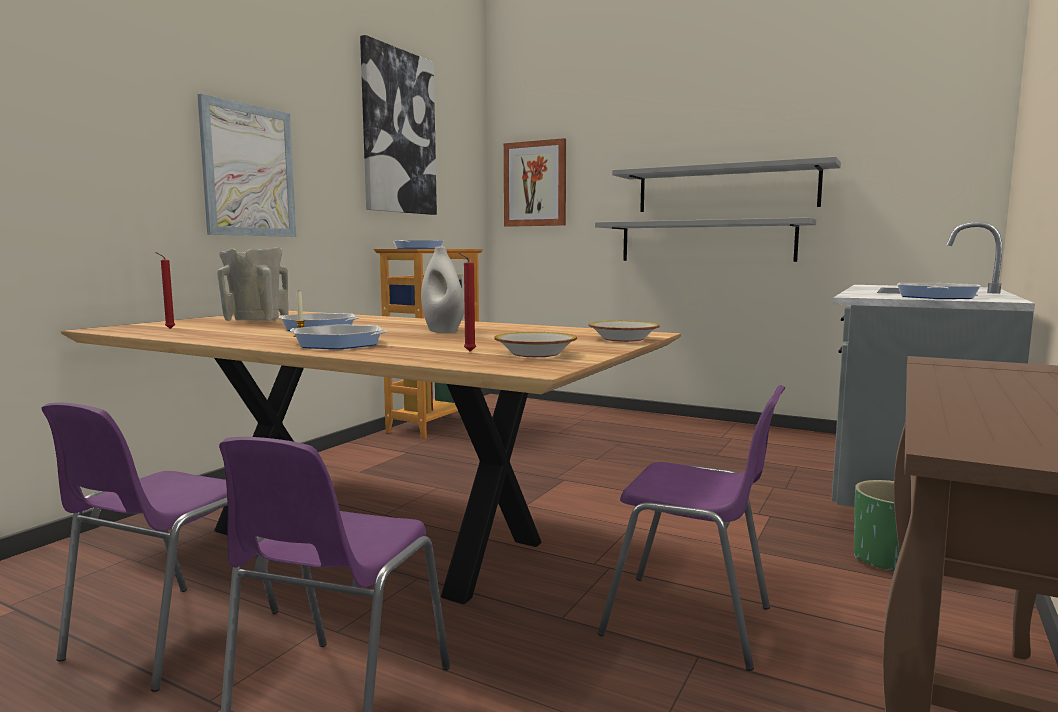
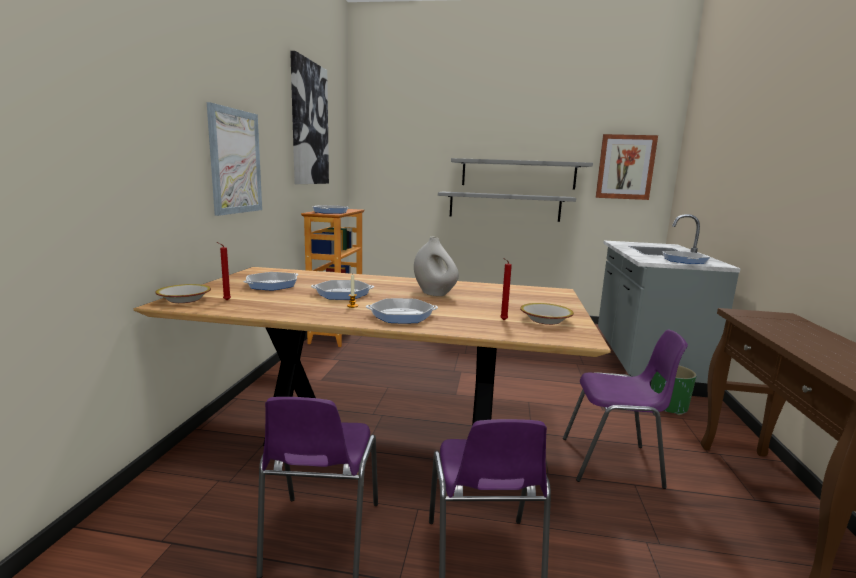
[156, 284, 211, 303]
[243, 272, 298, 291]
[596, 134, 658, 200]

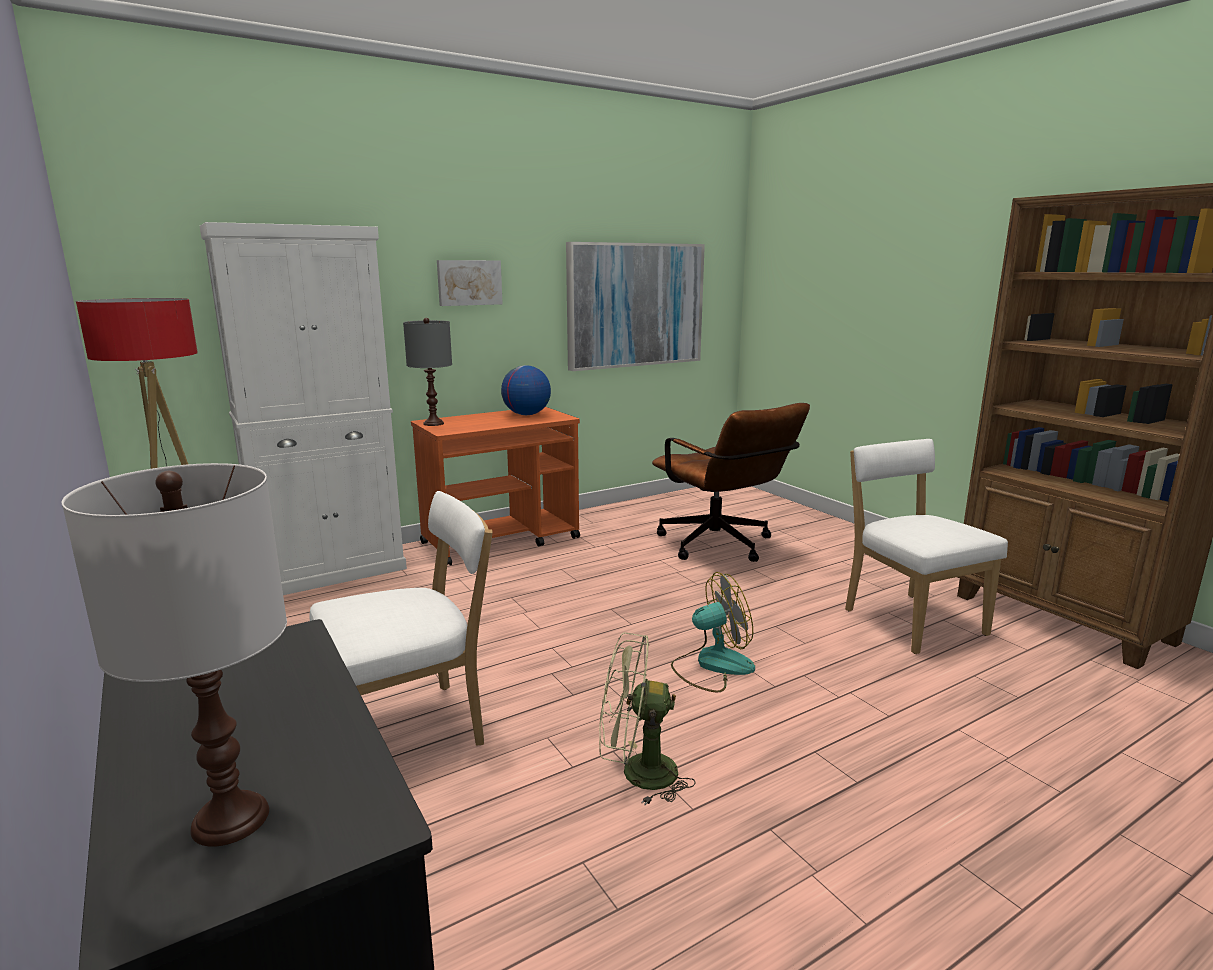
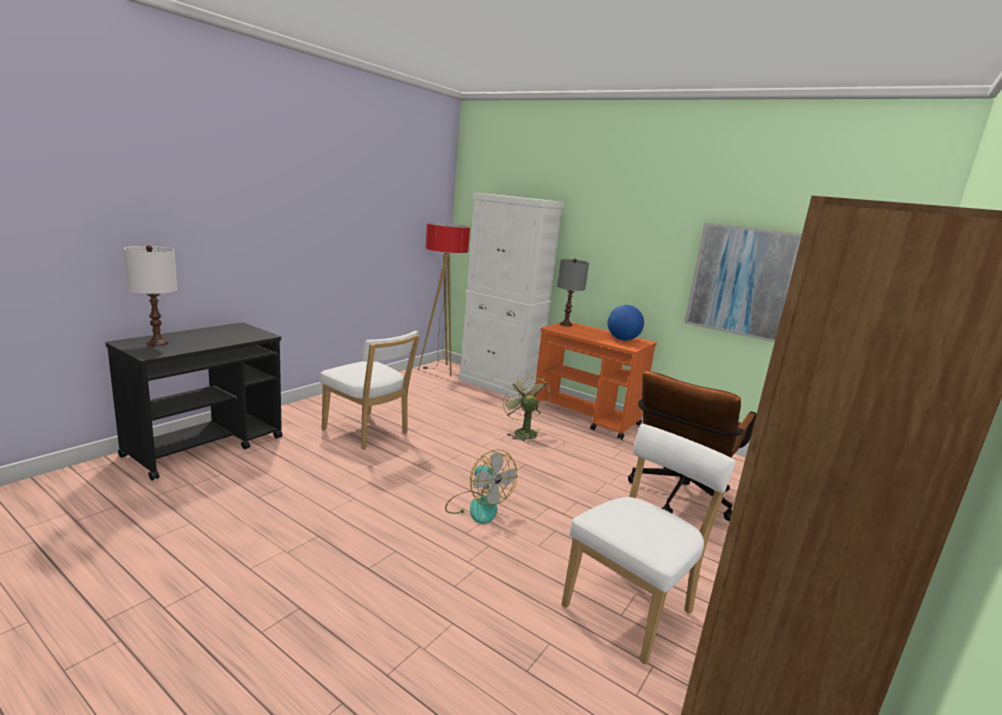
[501, 373, 551, 443]
[437, 260, 503, 306] (first image)

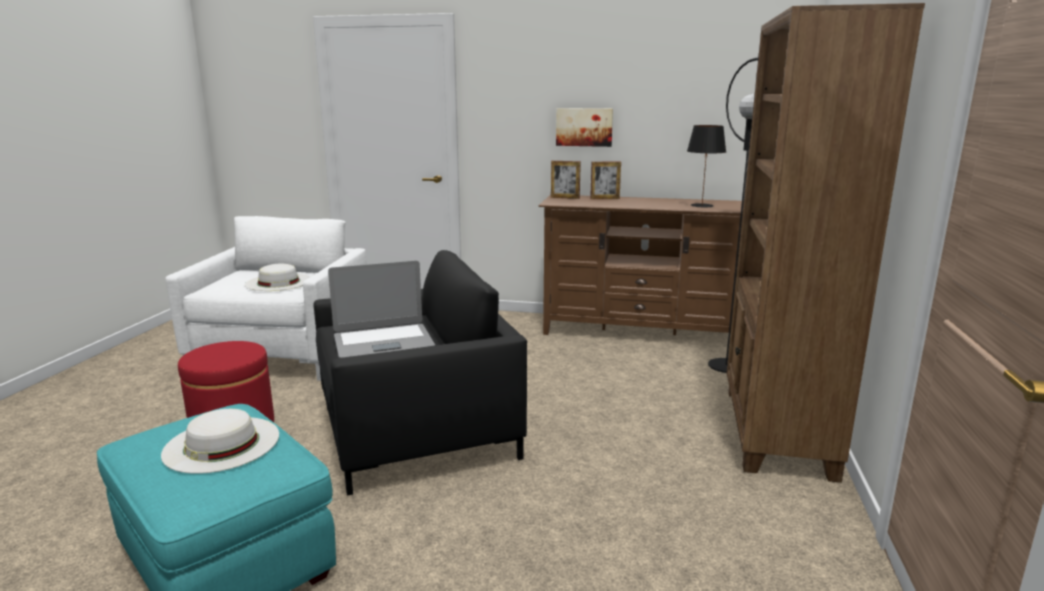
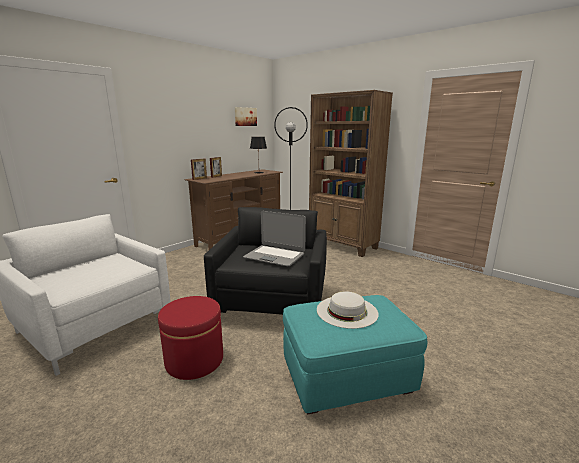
[235, 107, 257, 126]
[243, 211, 306, 266]
[245, 264, 310, 291] (first image)

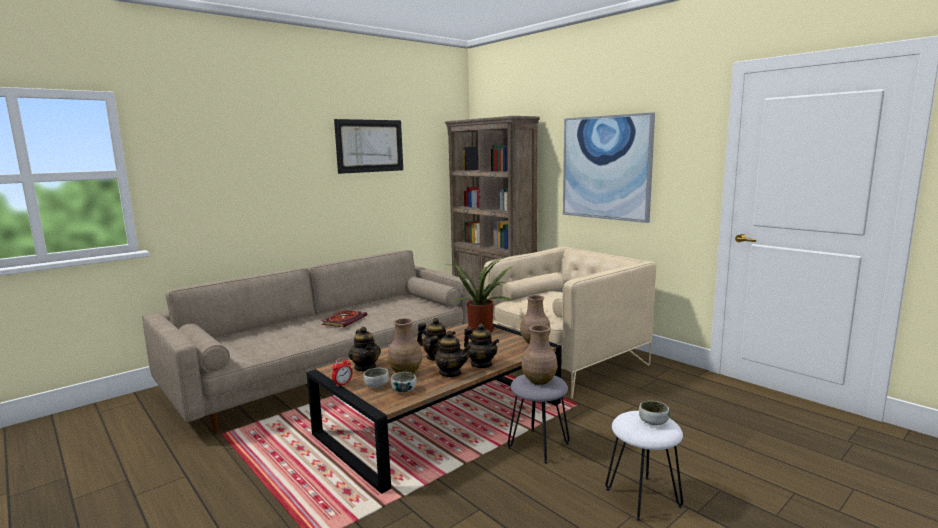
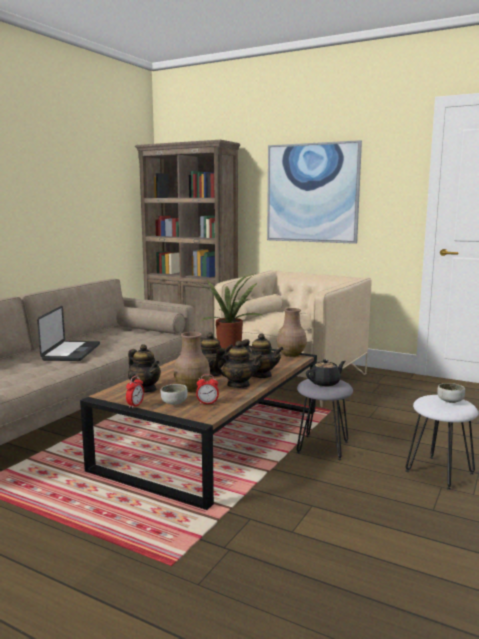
[37, 306, 100, 361]
[196, 374, 219, 404]
[306, 359, 346, 387]
[334, 119, 403, 174] (first image)

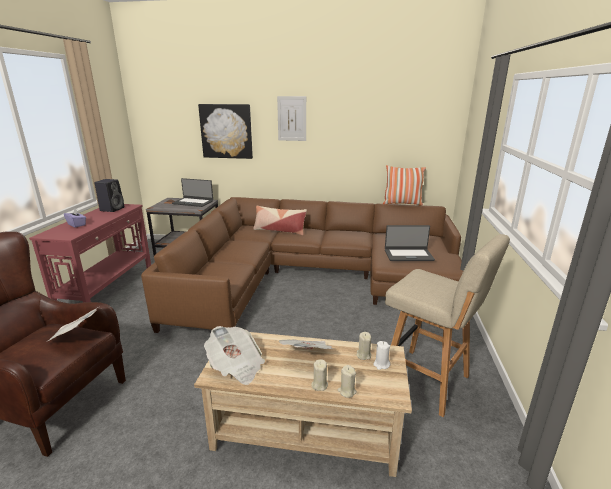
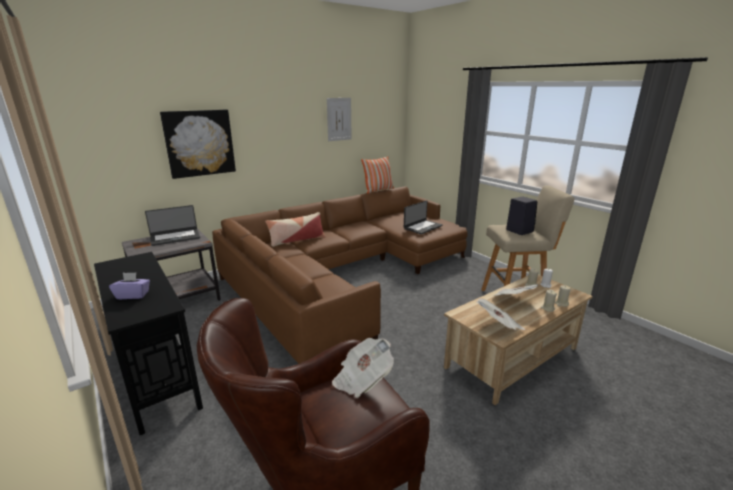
[94, 252, 203, 435]
[327, 98, 352, 141]
[506, 197, 537, 235]

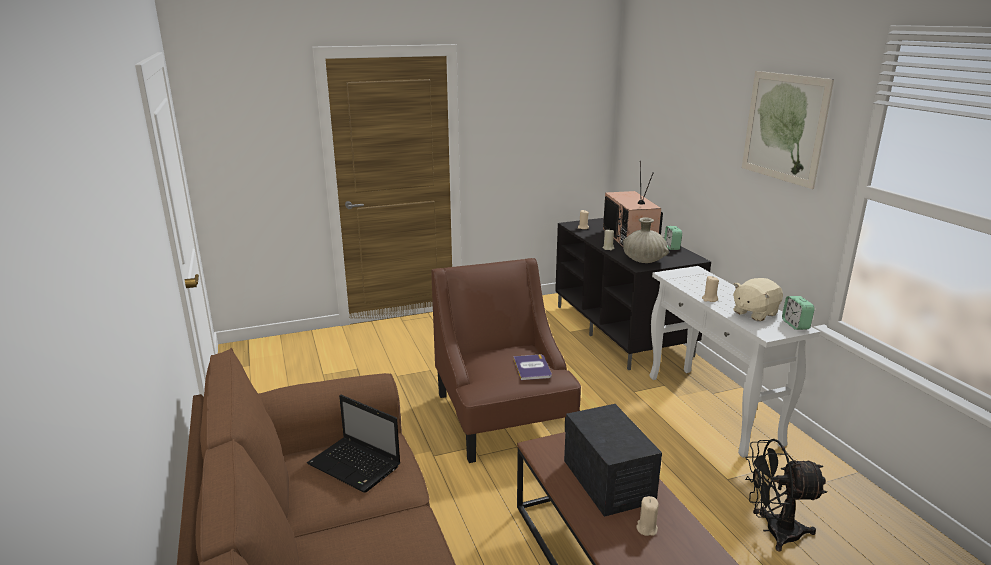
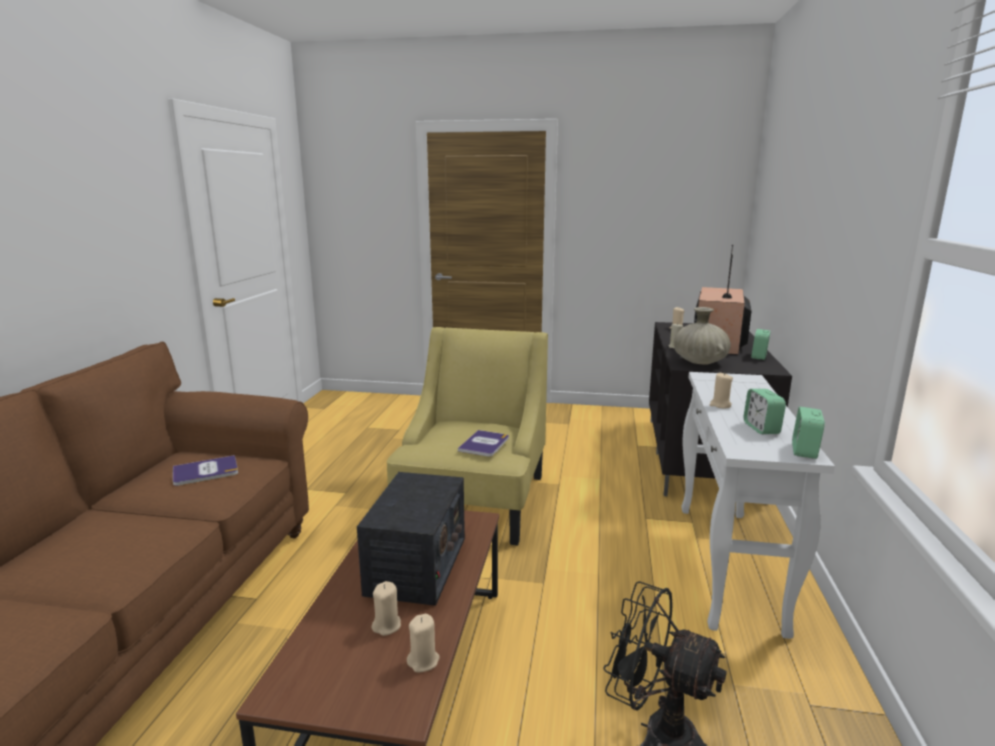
[173, 455, 238, 486]
[387, 327, 548, 545]
[407, 614, 440, 672]
[744, 389, 786, 434]
[742, 71, 834, 189] (first image)

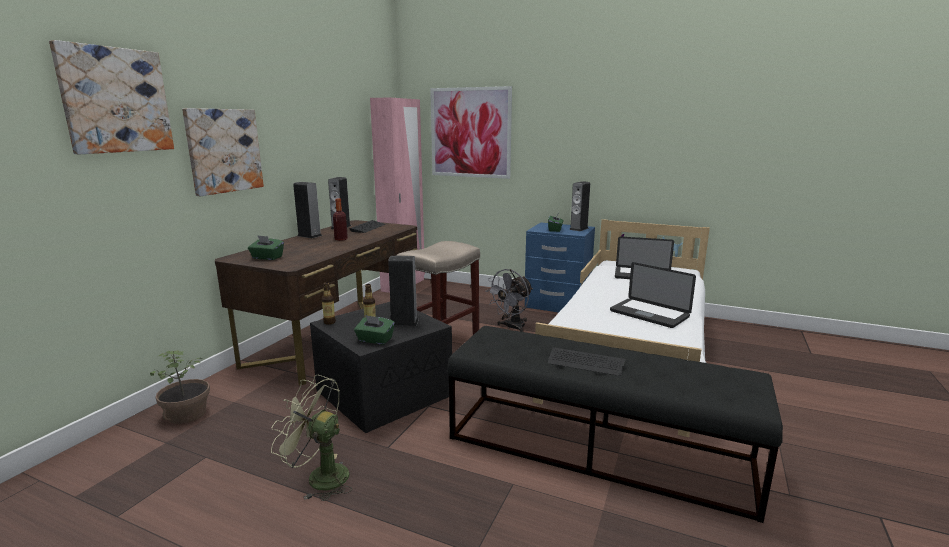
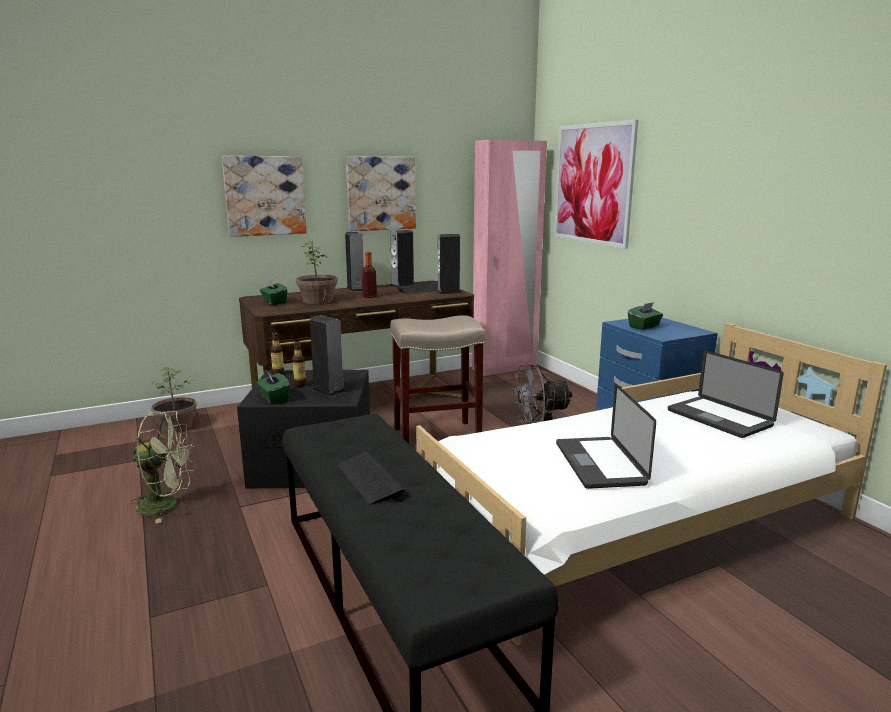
[130, 411, 195, 524]
[296, 241, 338, 304]
[346, 157, 416, 231]
[436, 234, 461, 294]

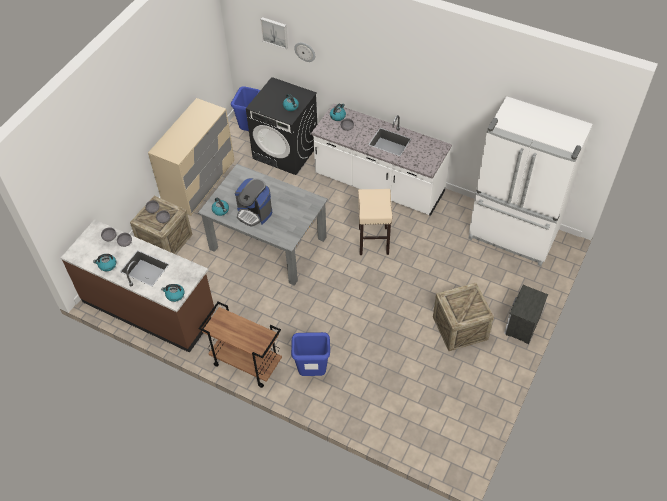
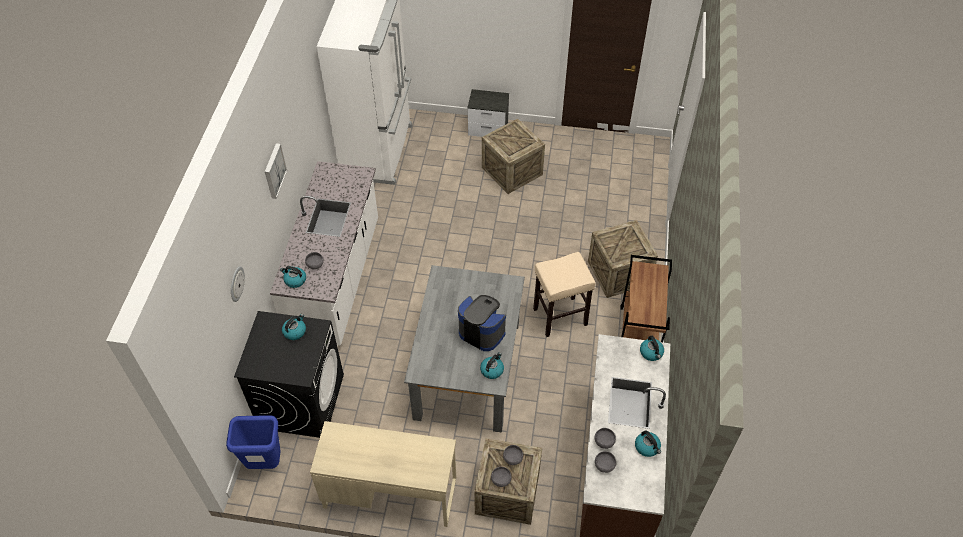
[265, 143, 287, 199]
[310, 421, 456, 527]
[458, 295, 506, 351]
[533, 252, 596, 337]
[588, 220, 658, 298]

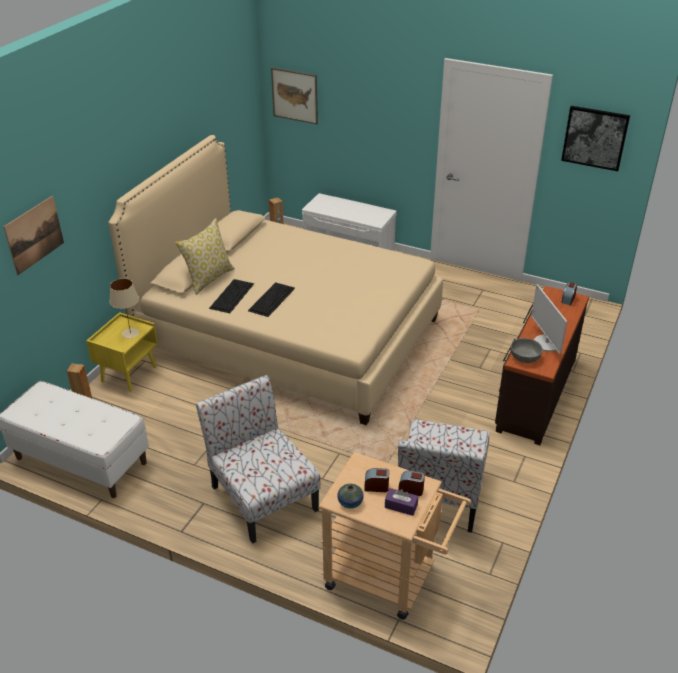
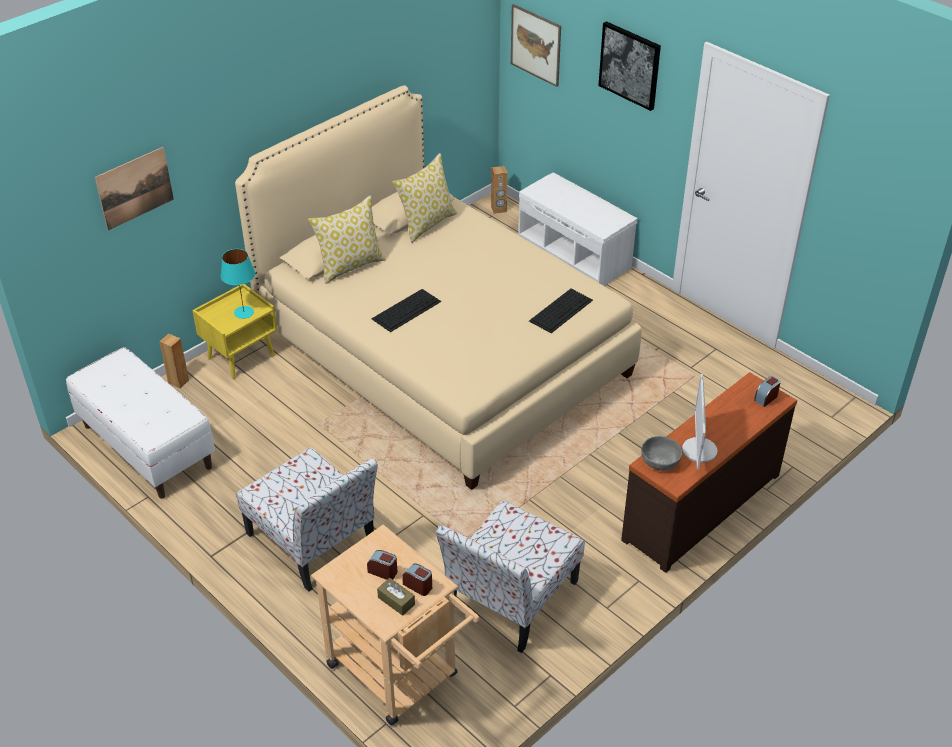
[221, 249, 255, 319]
[236, 448, 378, 592]
[377, 578, 415, 616]
[393, 153, 457, 243]
[529, 289, 593, 333]
[598, 21, 661, 111]
[337, 484, 364, 509] (first image)

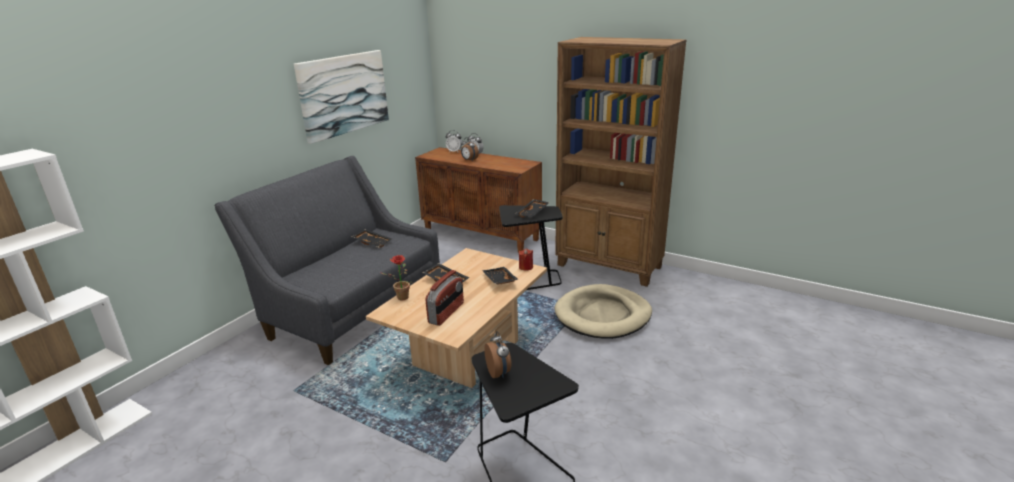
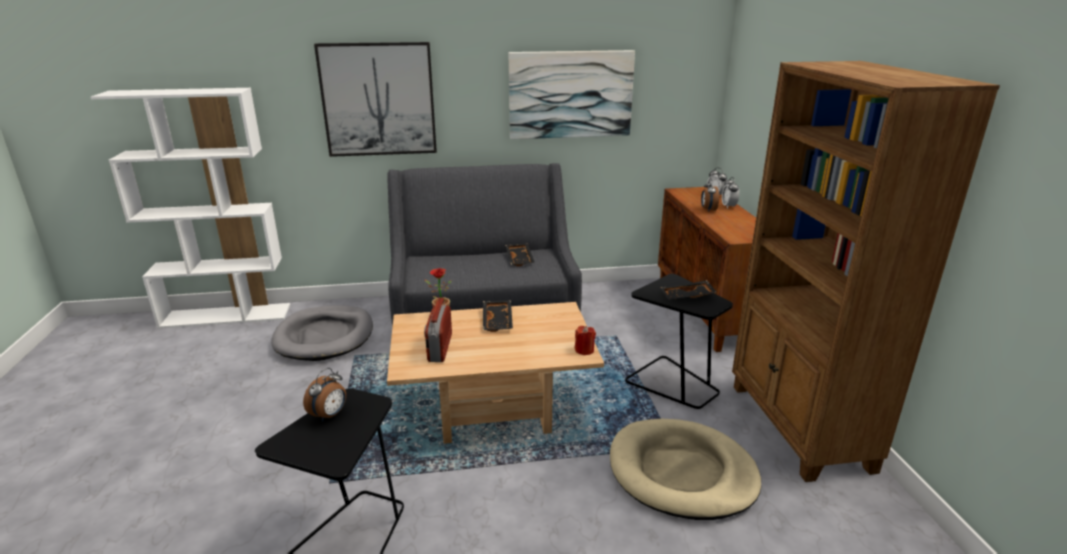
[271, 305, 373, 361]
[314, 42, 437, 157]
[424, 298, 452, 362]
[482, 267, 519, 285] (first image)

